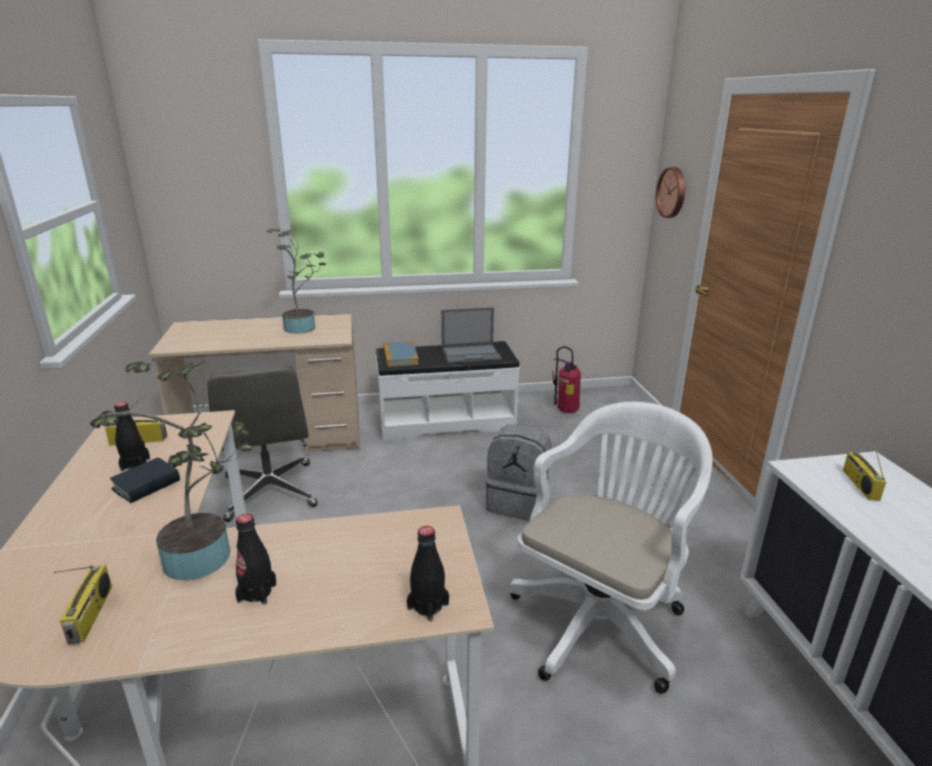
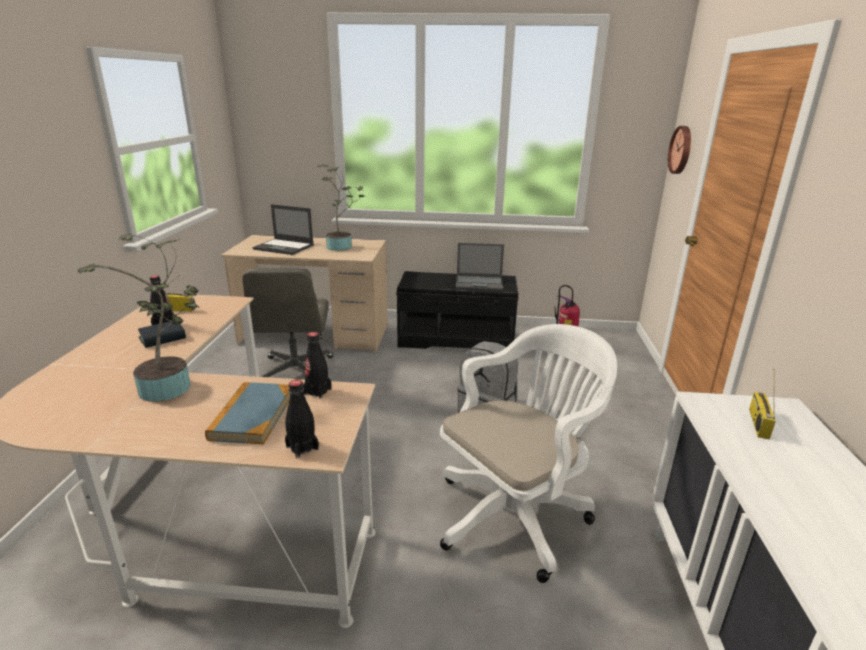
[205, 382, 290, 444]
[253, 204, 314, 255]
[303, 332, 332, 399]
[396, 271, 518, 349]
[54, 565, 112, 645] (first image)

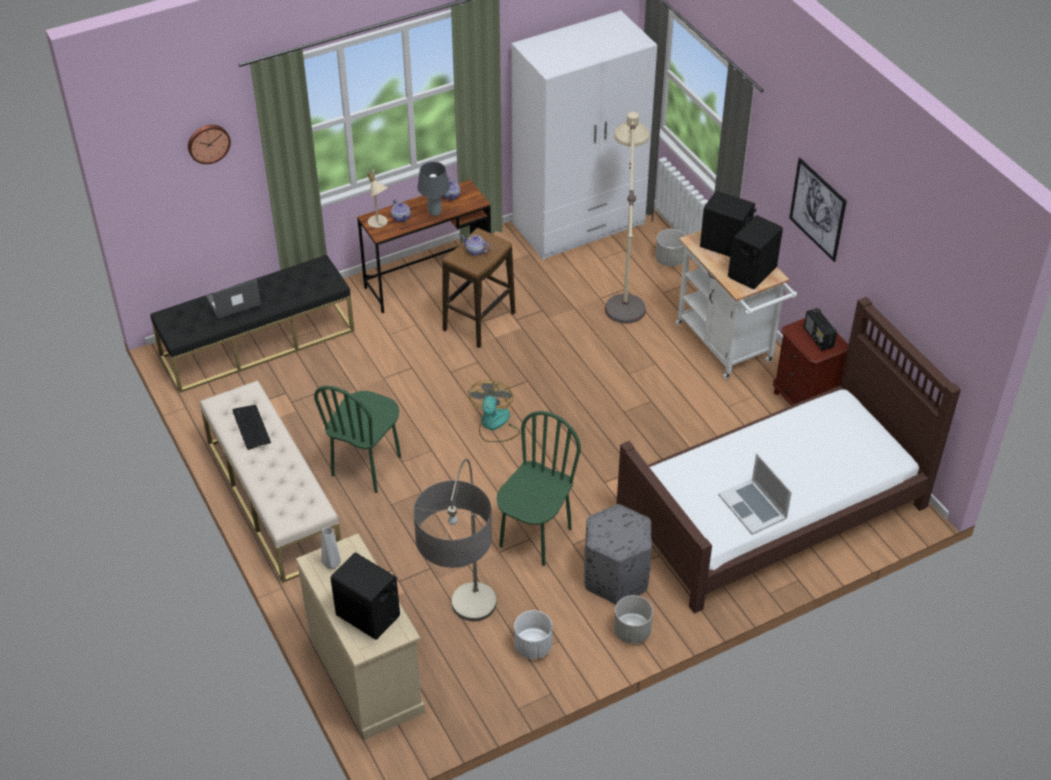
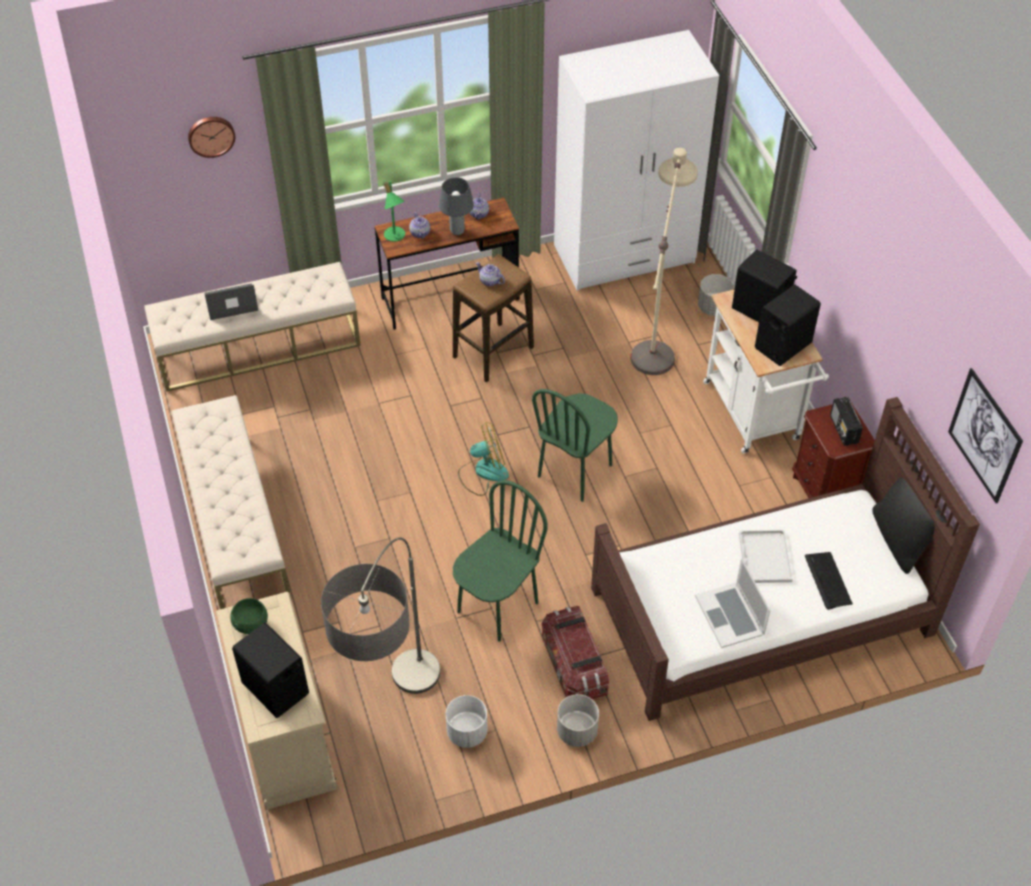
[144, 262, 361, 392]
[230, 598, 268, 634]
[384, 181, 405, 242]
[458, 422, 509, 496]
[532, 389, 618, 502]
[542, 606, 609, 699]
[739, 530, 793, 583]
[805, 552, 853, 610]
[872, 460, 947, 574]
[948, 368, 1023, 503]

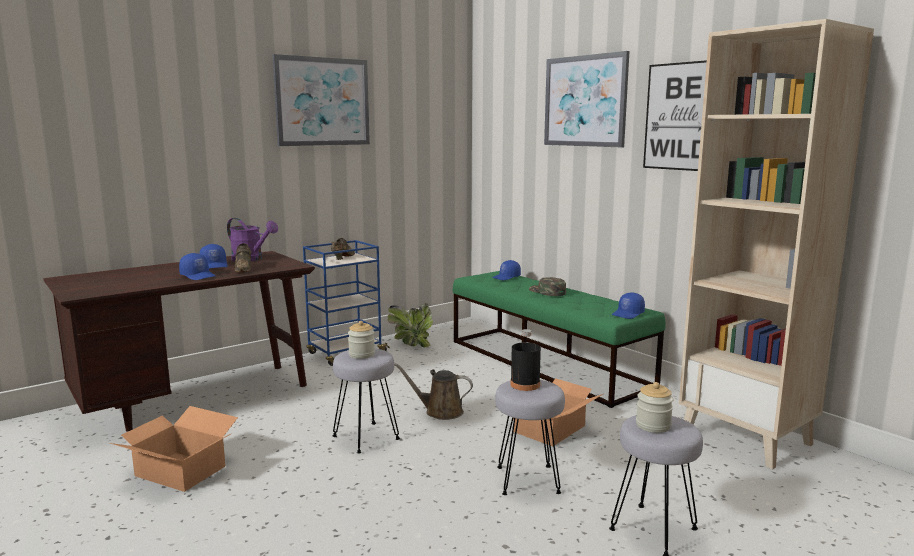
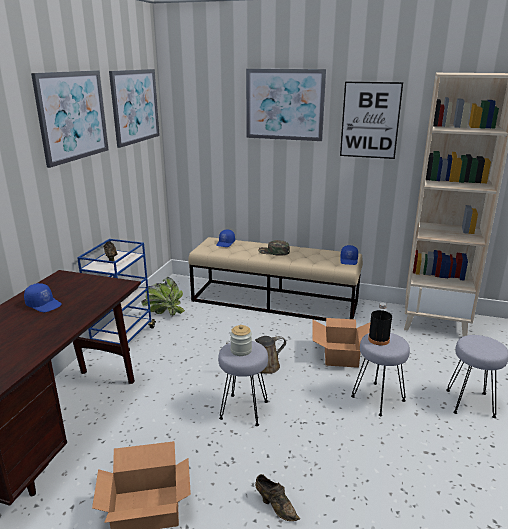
[109, 69, 160, 148]
[188, 237, 363, 321]
[255, 474, 300, 521]
[179, 253, 216, 280] (first image)
[227, 218, 278, 261] (first image)
[636, 382, 674, 433] (first image)

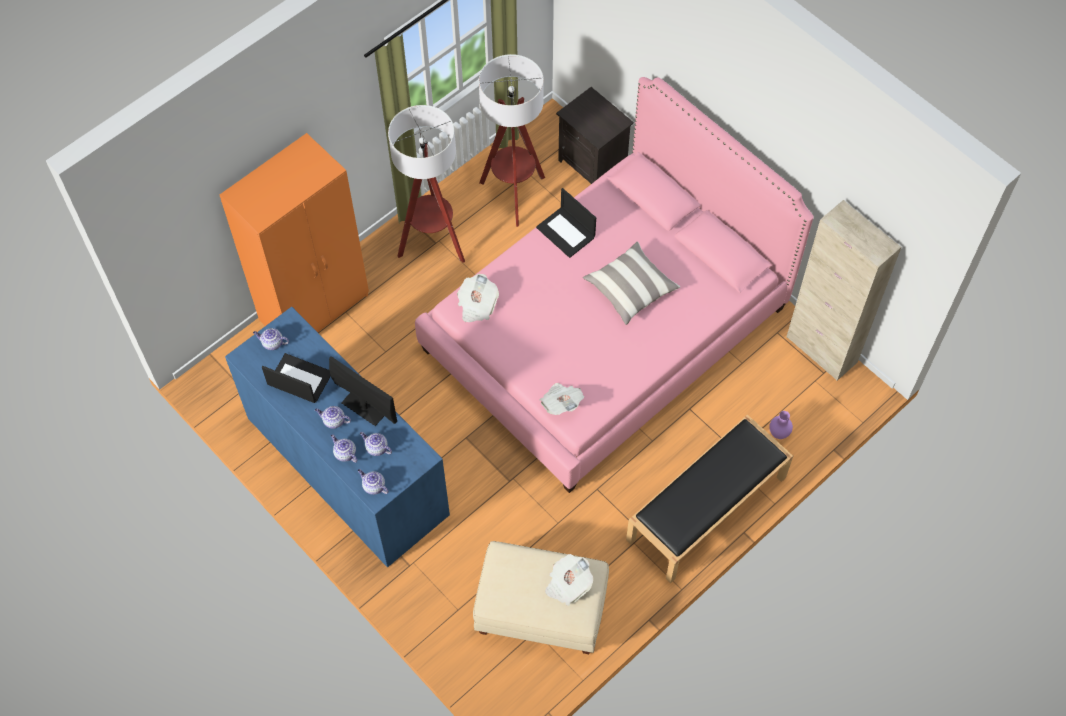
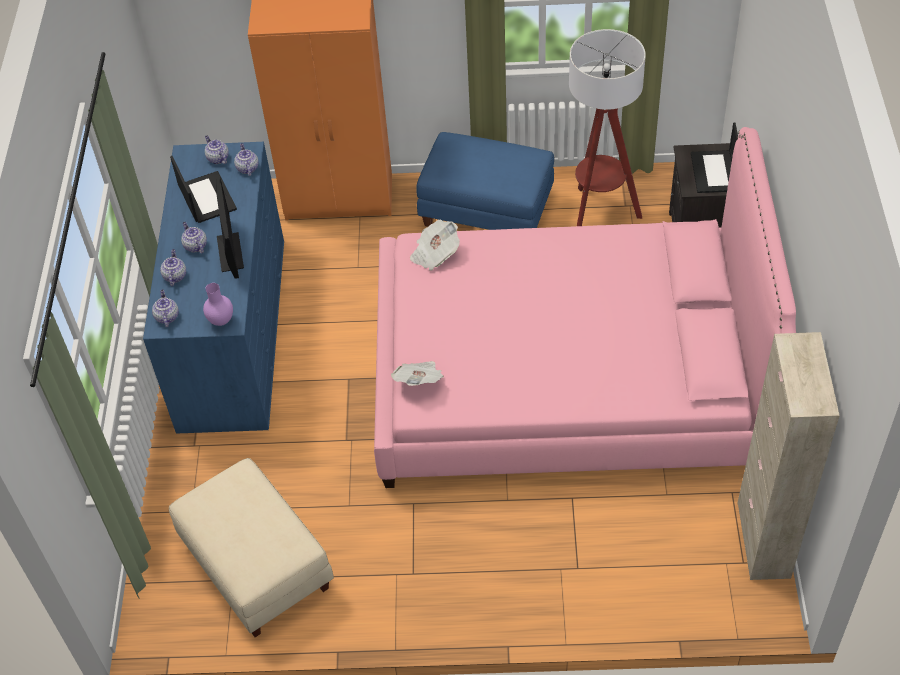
[203, 283, 233, 326]
[234, 143, 259, 176]
[416, 132, 554, 230]
[691, 123, 738, 193]
[545, 554, 593, 606] (first image)
[583, 241, 680, 325] (first image)
[626, 414, 793, 583] (first image)

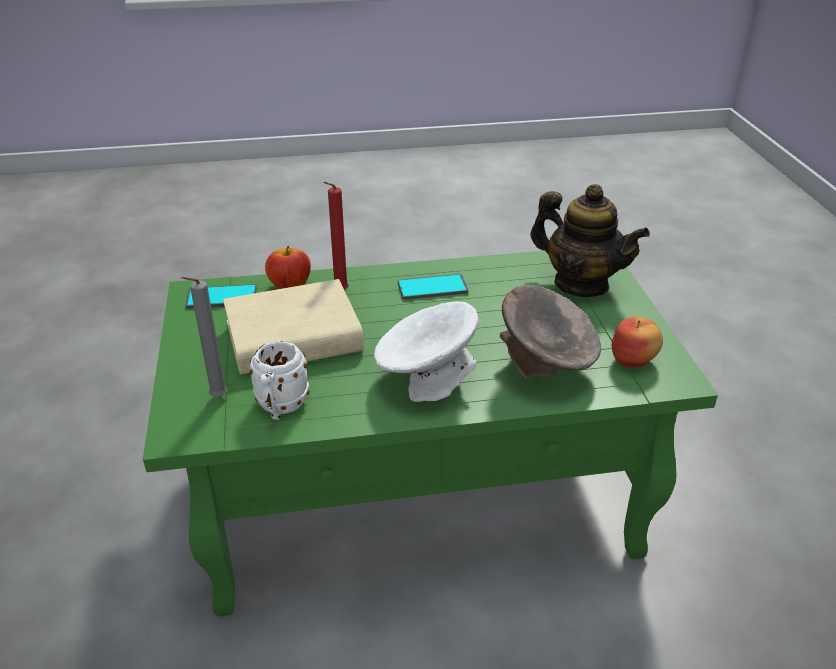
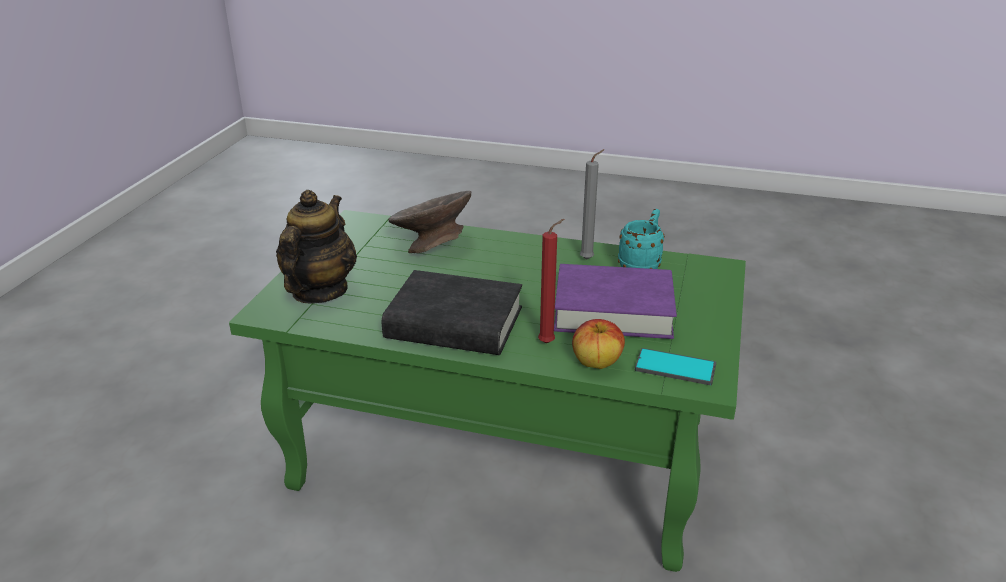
[276, 190, 357, 304]
[382, 270, 522, 355]
[554, 264, 677, 339]
[580, 149, 605, 260]
[618, 209, 665, 269]
[374, 301, 479, 402] (first image)
[612, 317, 663, 368] (first image)

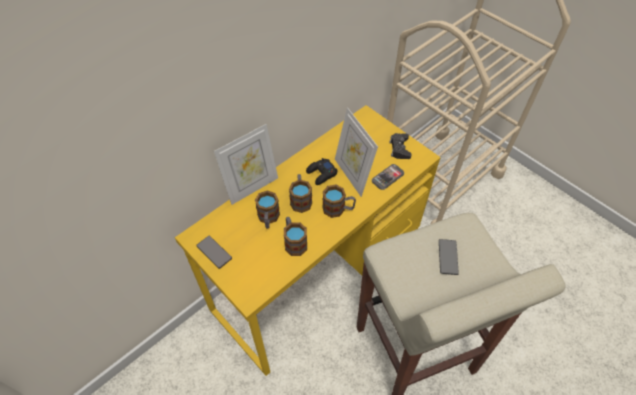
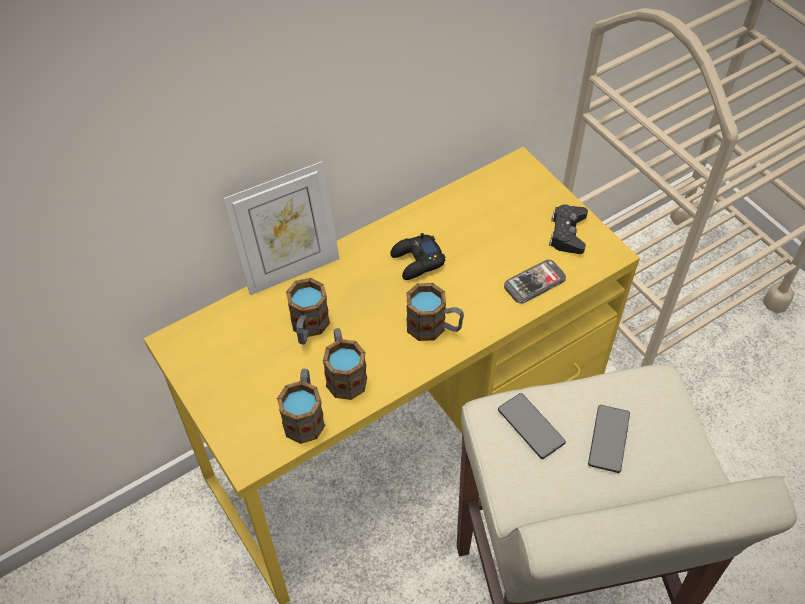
[277, 369, 325, 444]
[498, 393, 566, 459]
[335, 108, 378, 197] (first image)

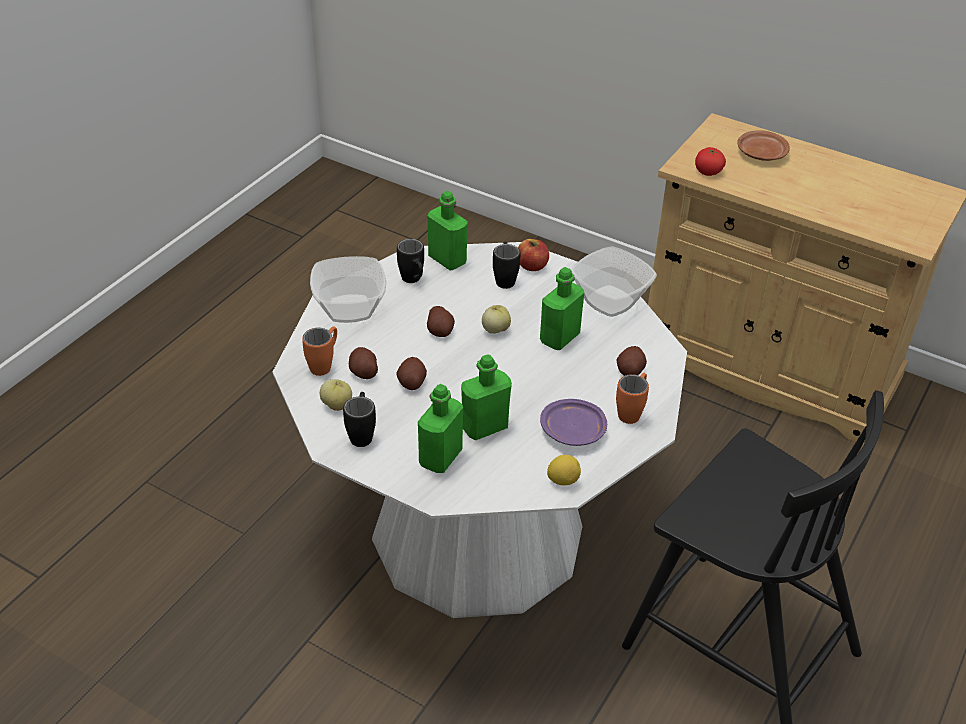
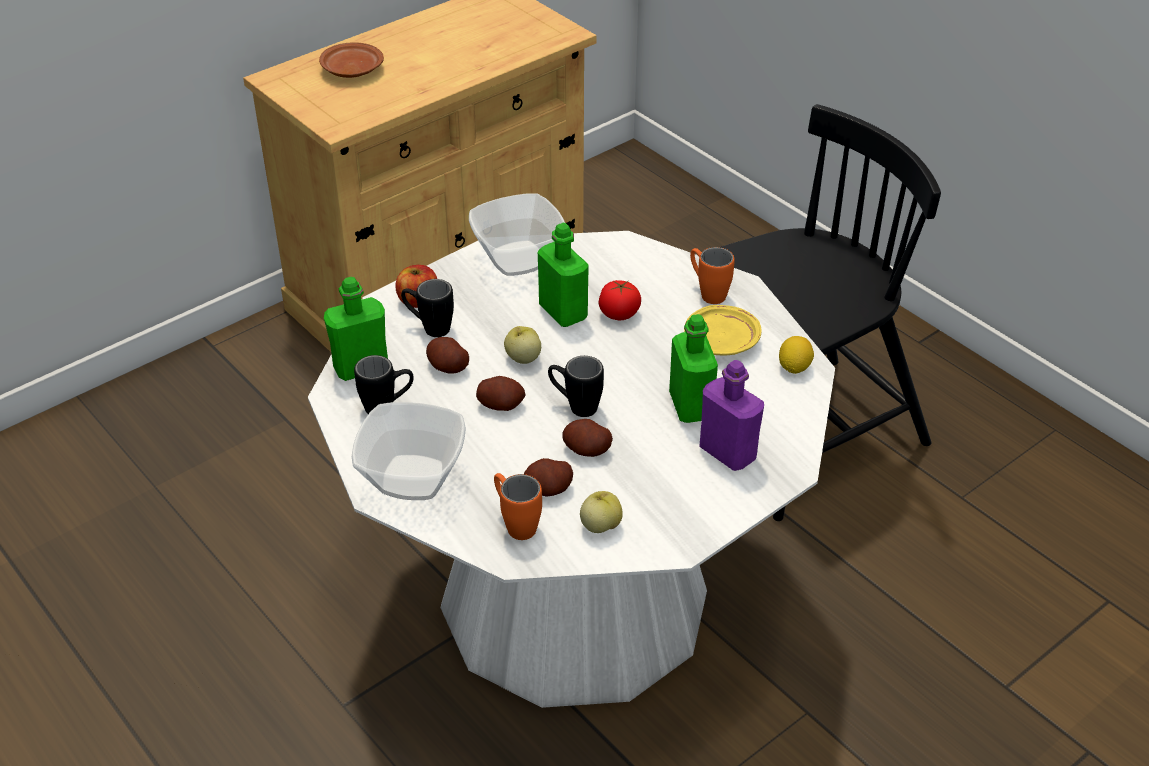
[426, 337, 469, 374]
[548, 356, 604, 417]
[599, 280, 641, 320]
[684, 305, 762, 355]
[699, 360, 764, 471]

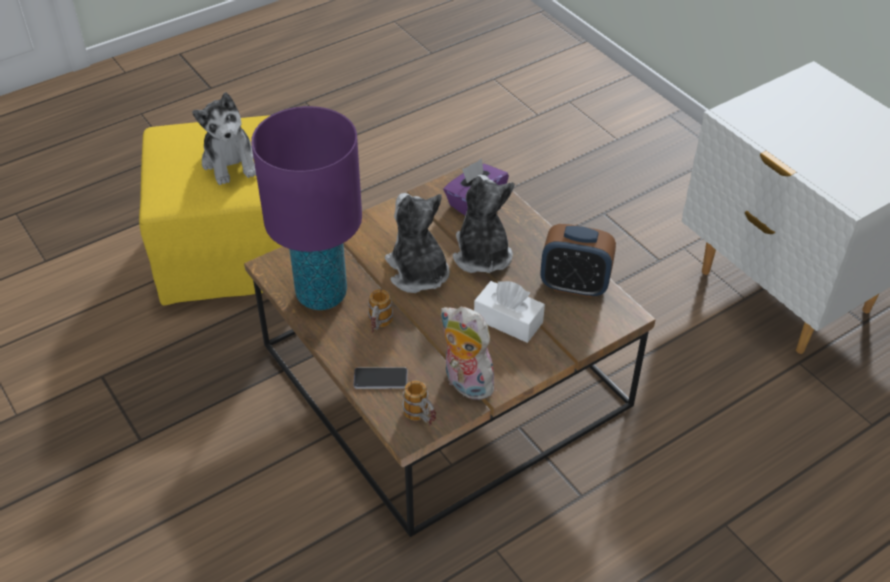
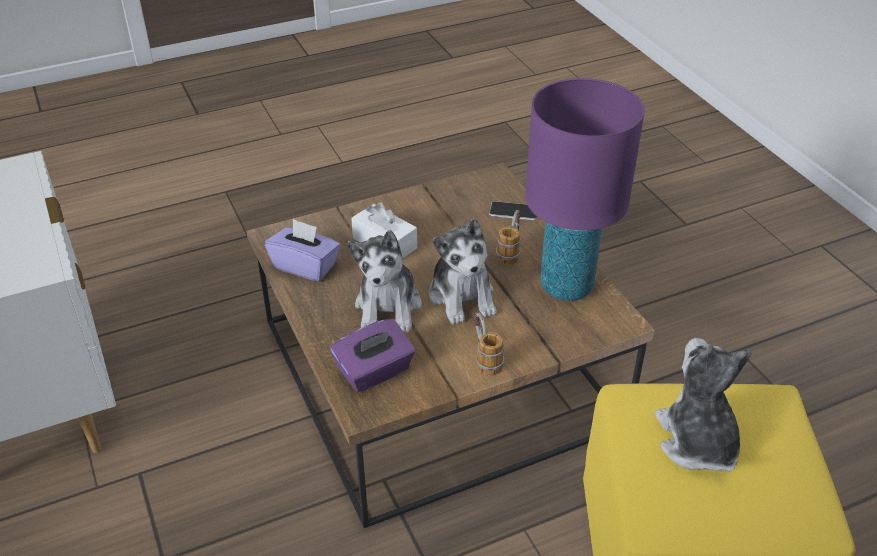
[265, 219, 340, 282]
[474, 312, 504, 376]
[440, 307, 494, 400] (first image)

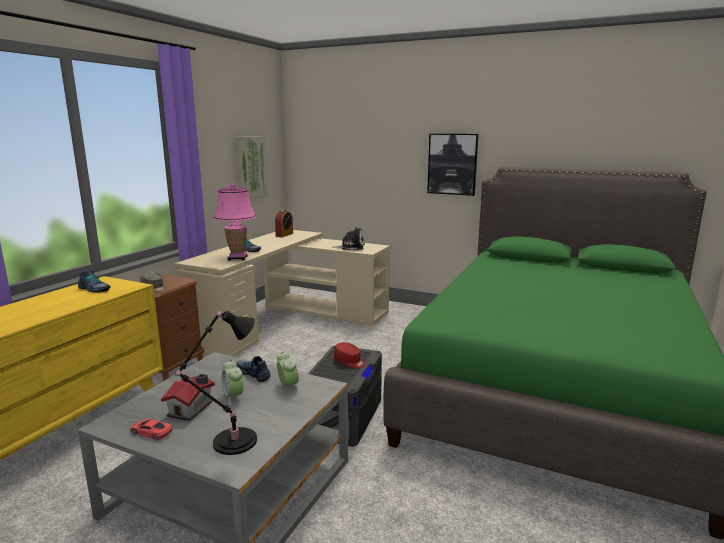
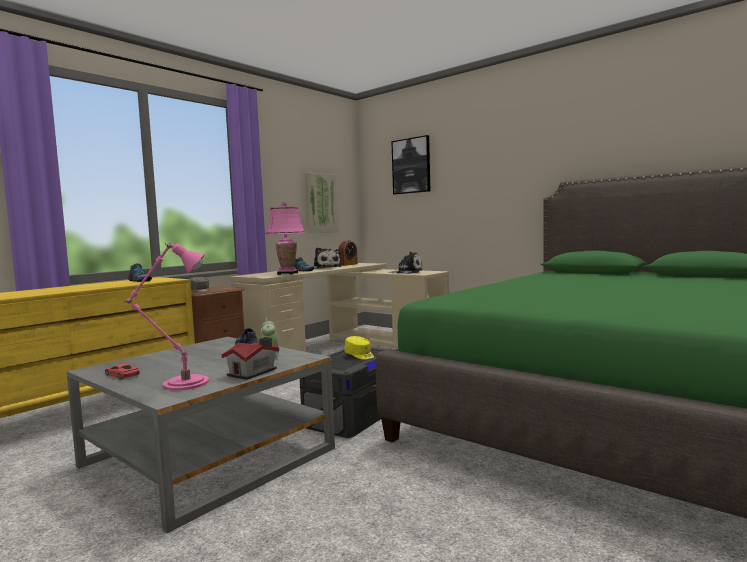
[124, 243, 209, 391]
[222, 337, 279, 380]
[313, 248, 341, 269]
[344, 336, 374, 360]
[391, 135, 430, 195]
[222, 359, 243, 405] (first image)

